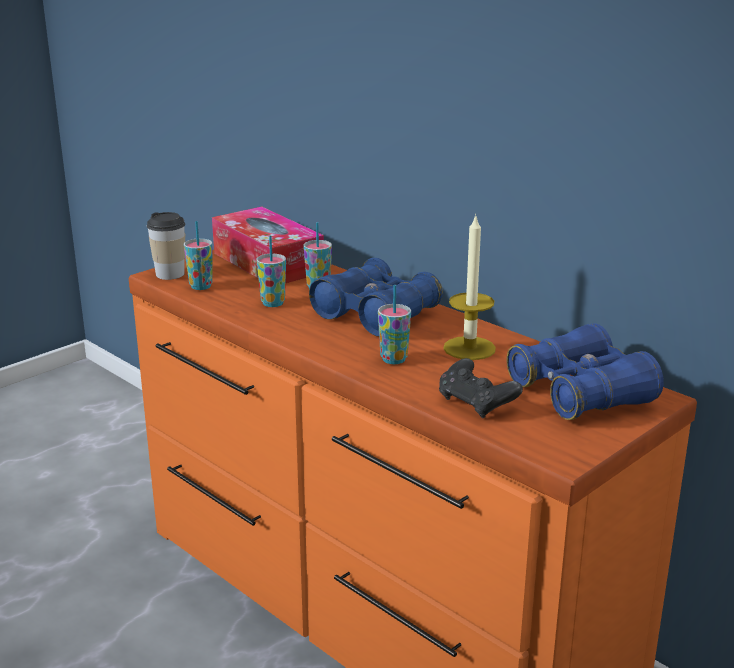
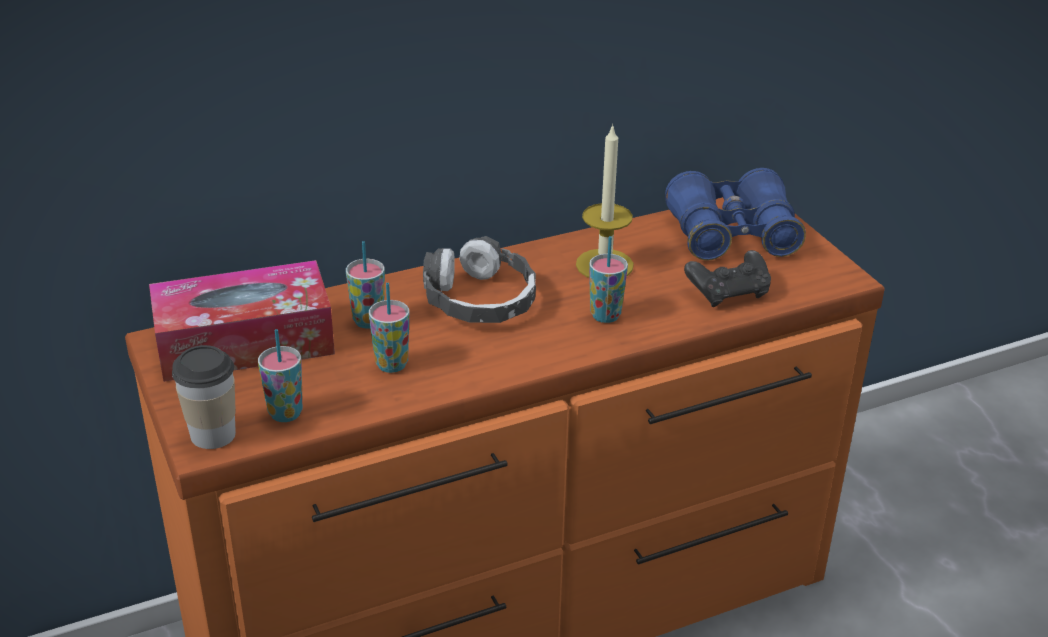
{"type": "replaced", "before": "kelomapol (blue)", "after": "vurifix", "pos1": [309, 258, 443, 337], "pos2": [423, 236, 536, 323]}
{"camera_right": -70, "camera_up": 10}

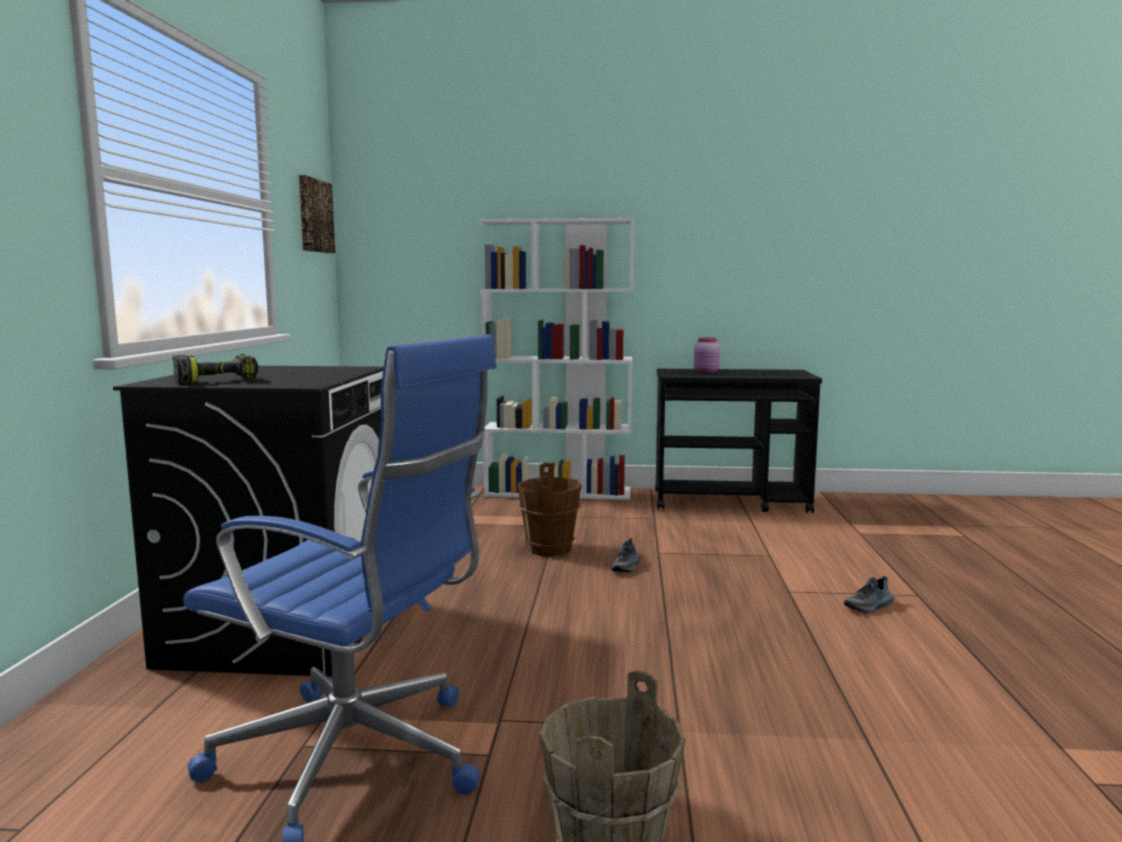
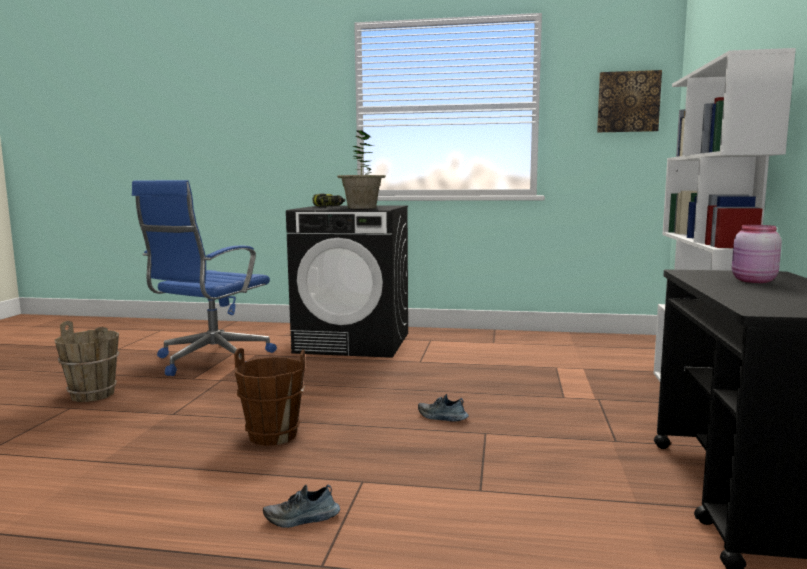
{"type": "added", "after": "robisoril", "pos2": [337, 130, 386, 209]}
{"type": "moved", "before": "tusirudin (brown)", "pos1": [517, 463, 582, 556], "pos2": [234, 348, 305, 446]}
{"type": "turned", "before": "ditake", "pos1": [844, 576, 895, 613], "pos2": [263, 485, 340, 528], "turn": -75}
{"camera_right": 95, "camera_up": 0}

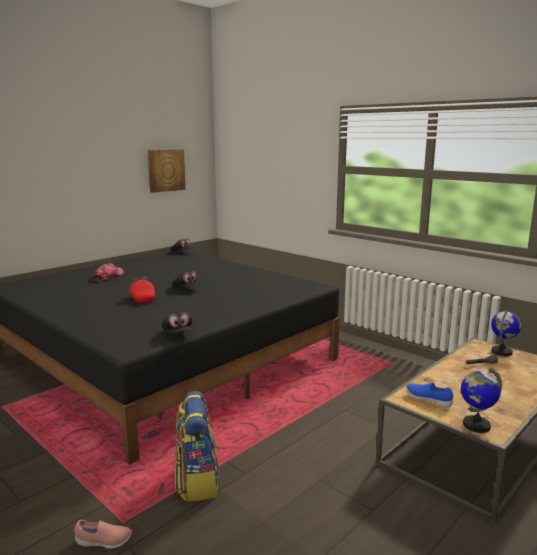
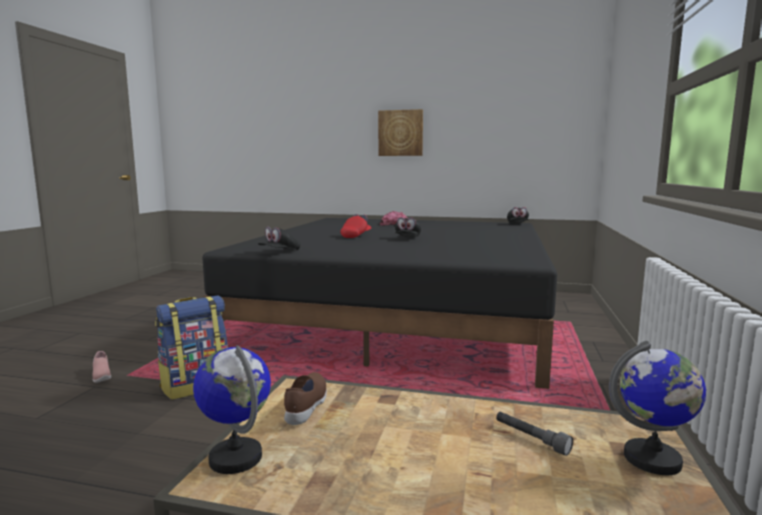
{"type": "moved", "before": "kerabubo", "pos1": [147, 149, 186, 193], "pos2": [378, 109, 423, 156]}
{"type": "recoloured", "before": "ditake (blue)", "after": "ditake (brown)", "pos1": [406, 383, 453, 407], "pos2": [284, 372, 327, 425]}
{"camera_right": 60, "camera_up": -5}

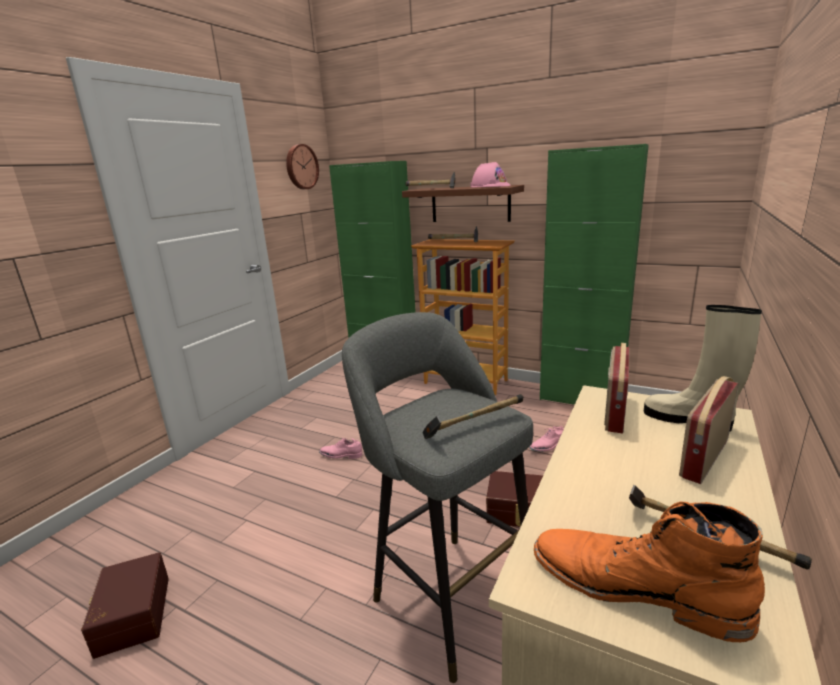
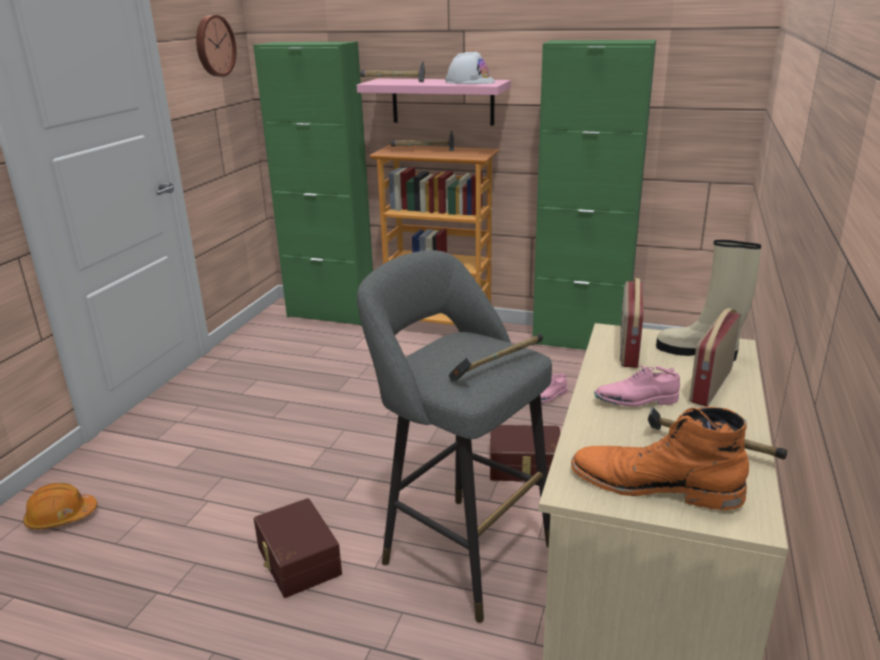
{"type": "added", "after": "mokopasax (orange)", "pos2": [23, 483, 97, 529]}
{"type": "moved", "before": "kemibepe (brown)", "pos1": [81, 552, 169, 659], "pos2": [254, 498, 342, 598]}
{"type": "moved", "before": "ditake (pink)", "pos1": [319, 438, 363, 459], "pos2": [594, 365, 680, 406]}
{"type": "recoloured", "before": "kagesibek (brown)", "after": "kagesibek (pink)", "pos1": [402, 185, 524, 222], "pos2": [357, 78, 511, 126]}
{"type": "recoloured", "before": "mokopasax (pink)", "after": "mokopasax (white)", "pos1": [470, 162, 511, 187], "pos2": [445, 52, 495, 84]}
{"camera_right": -10, "camera_up": 5}

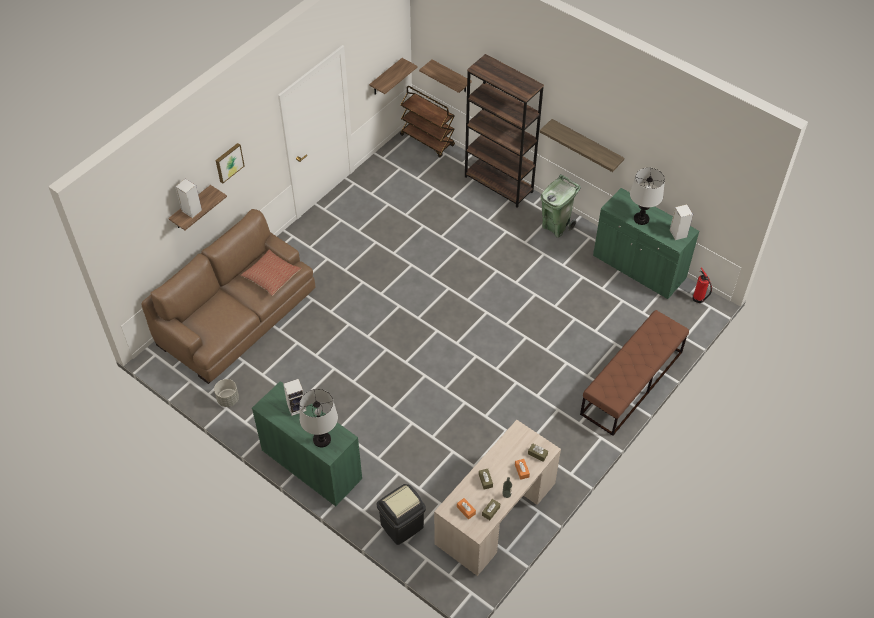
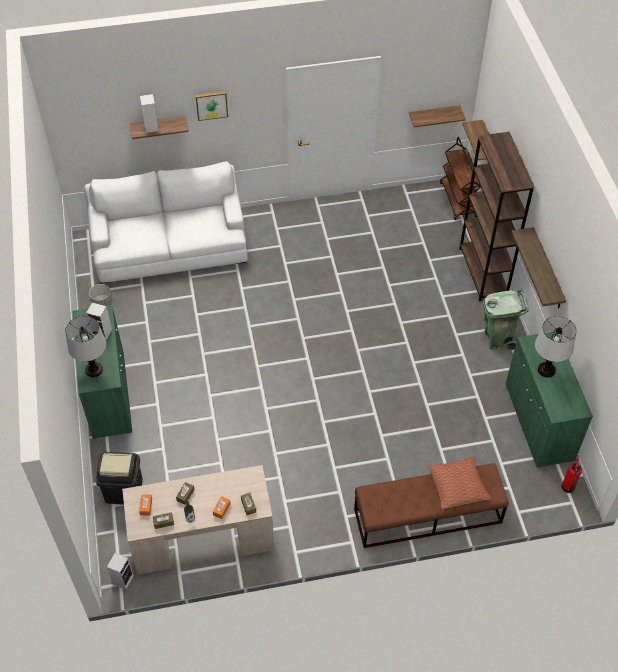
{"type": "moved", "before": "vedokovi", "pos1": [241, 249, 301, 296], "pos2": [427, 456, 491, 509]}
{"type": "moved", "before": "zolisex", "pos1": [670, 204, 693, 240], "pos2": [107, 553, 134, 589]}
{"type": "recoloured", "before": "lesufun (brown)", "after": "lesufun (white)", "pos1": [142, 209, 315, 384], "pos2": [84, 161, 248, 284]}
{"camera_right": 40, "camera_up": 0}

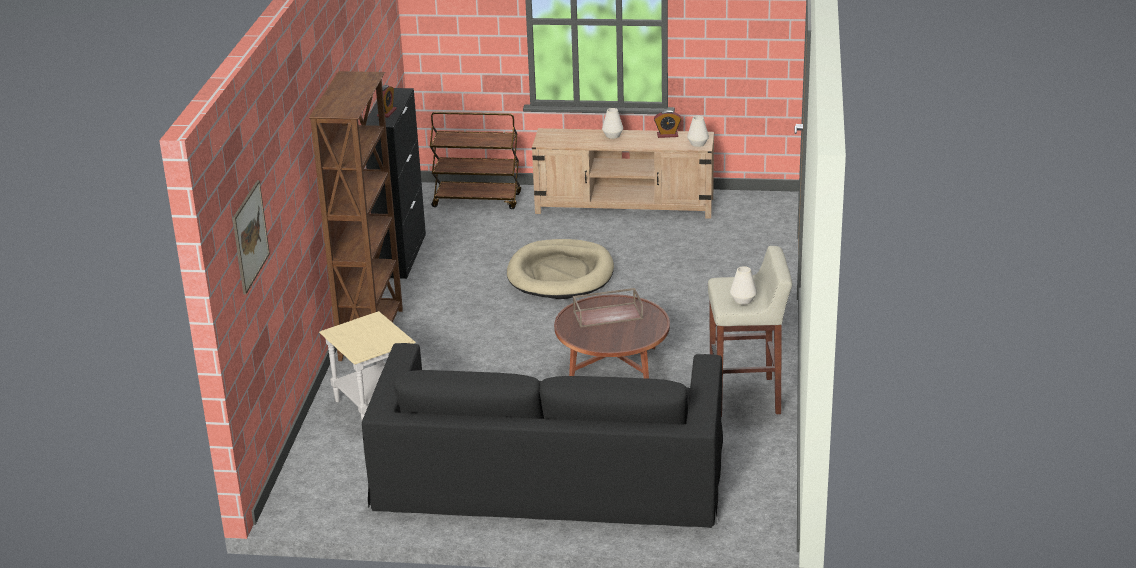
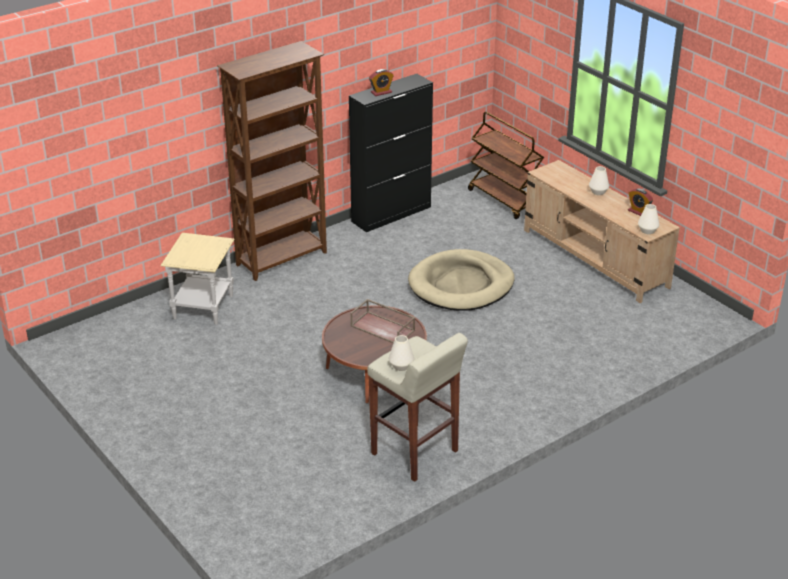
{"type": "removed", "before": "kerabubo", "pos1": [232, 180, 270, 294]}
{"type": "removed", "before": "lesufun (black)", "pos1": [362, 343, 723, 528]}
{"camera_right": 45, "camera_up": 5}

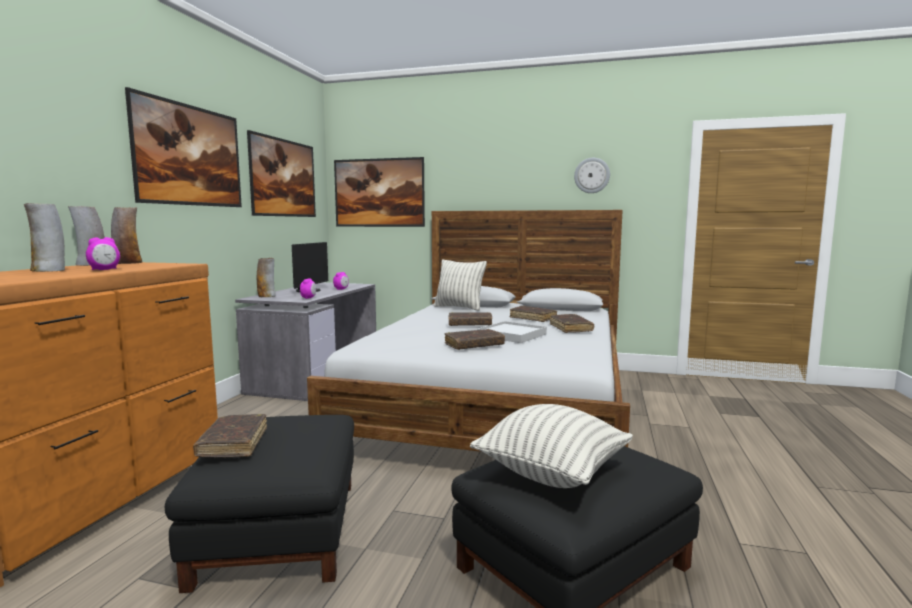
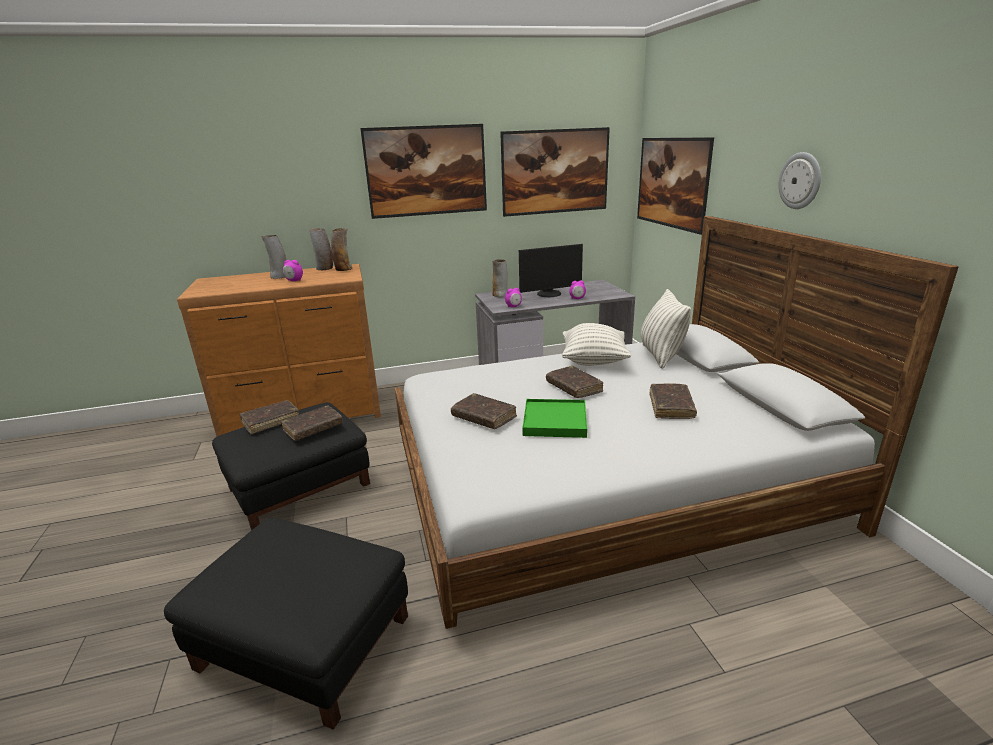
{"type": "moved", "before": "vedokovi", "pos1": [470, 404, 633, 488], "pos2": [562, 323, 631, 366]}
{"type": "moved", "before": "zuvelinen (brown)", "pos1": [550, 314, 594, 333], "pos2": [281, 405, 343, 441]}
{"type": "moved", "before": "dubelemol", "pos1": [574, 158, 610, 193], "pos2": [778, 152, 821, 209]}
{"type": "recoloured", "before": "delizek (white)", "after": "delizek (green)", "pos1": [477, 321, 547, 343], "pos2": [522, 399, 587, 438]}
{"camera_right": 60, "camera_up": 15}

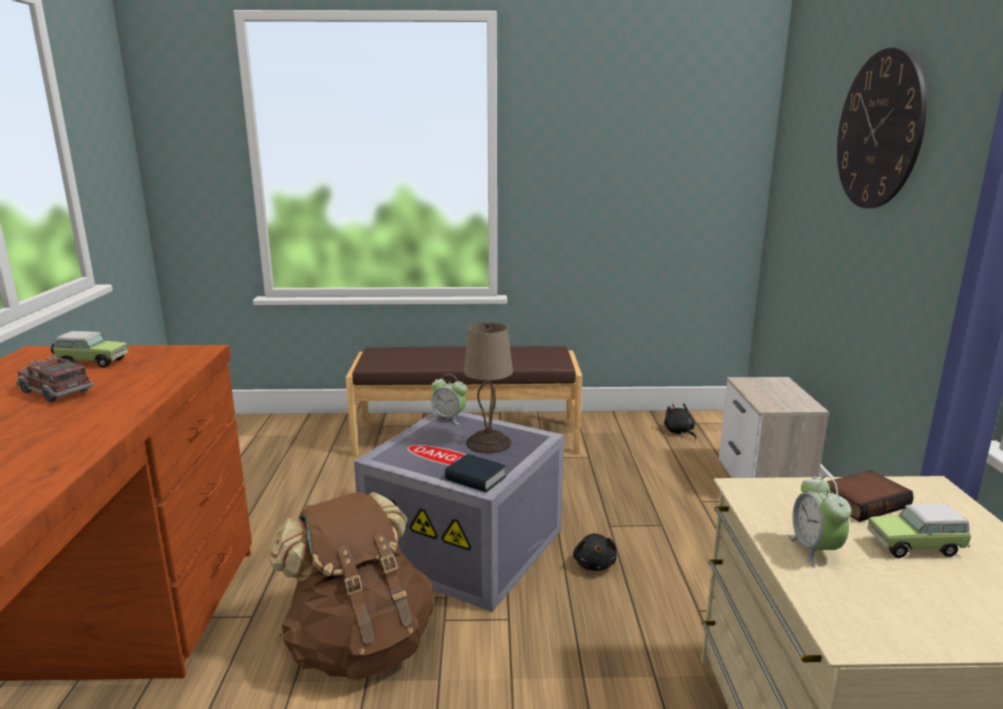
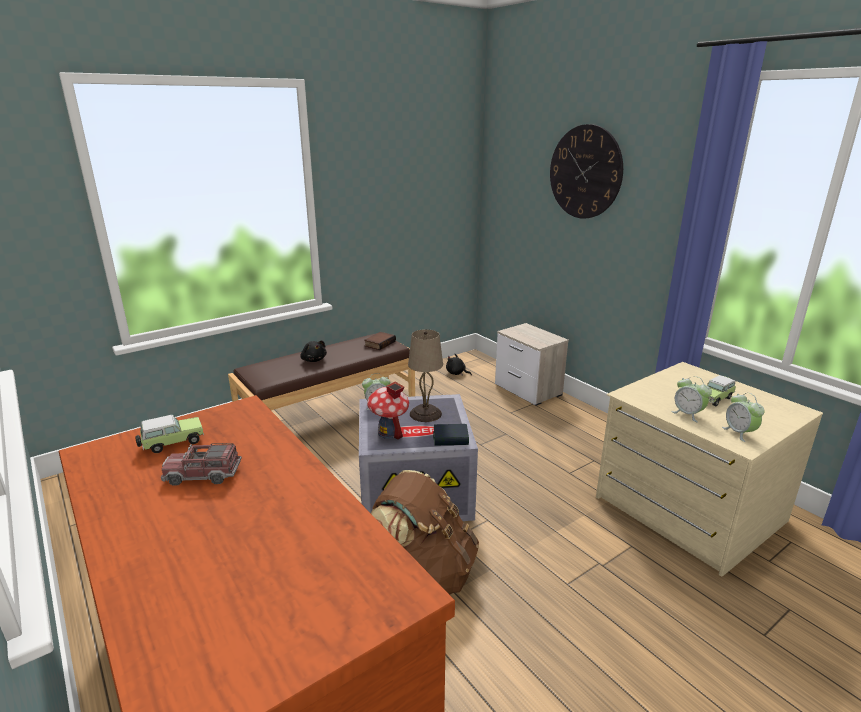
{"type": "added", "after": "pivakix", "pos2": [367, 381, 409, 439]}
{"type": "added", "after": "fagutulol", "pos2": [722, 393, 765, 442]}
{"type": "moved", "before": "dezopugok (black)", "pos1": [573, 533, 617, 571], "pos2": [300, 340, 327, 362]}
{"type": "moved", "before": "zuvelinen", "pos1": [827, 470, 914, 522], "pos2": [364, 332, 396, 350]}
{"camera_right": -35, "camera_up": 5}

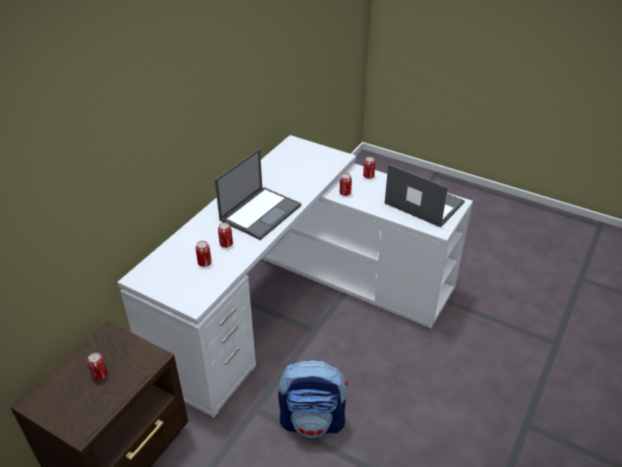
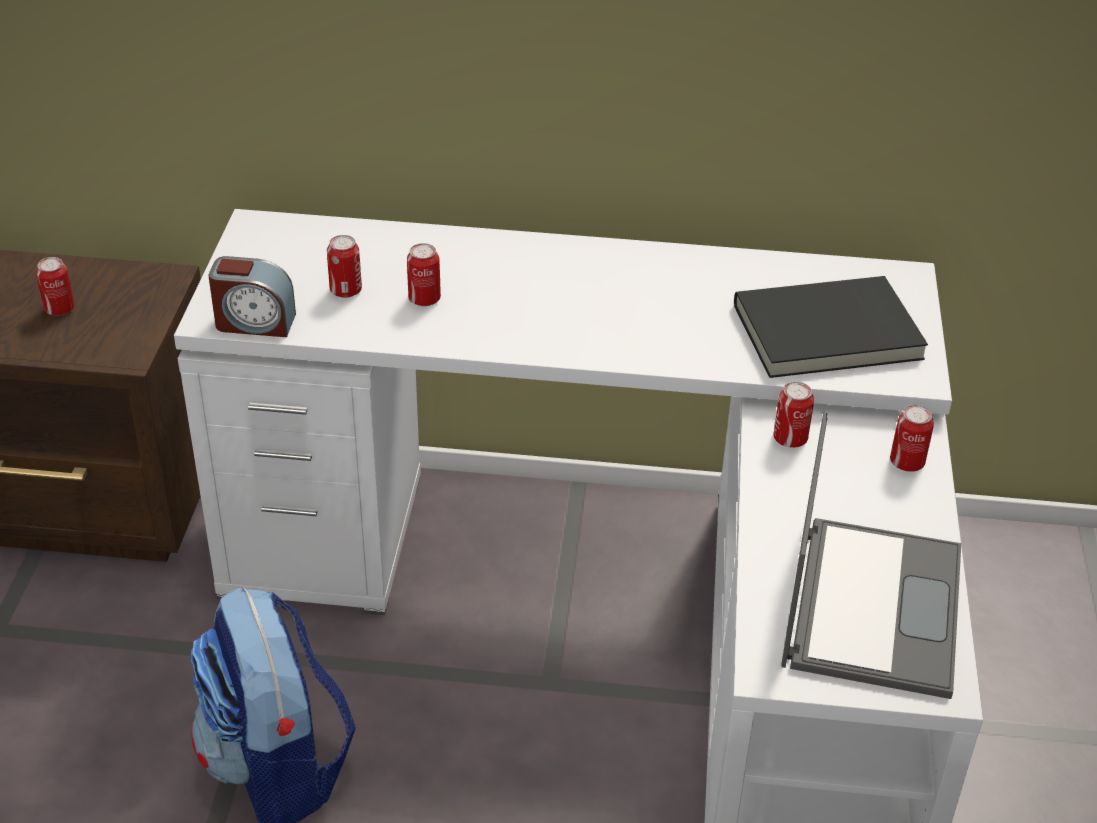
{"type": "removed", "before": "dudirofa", "pos1": [215, 149, 301, 240]}
{"type": "added", "after": "fagutulol", "pos2": [208, 256, 296, 337]}
{"type": "added", "after": "zuvelinen (black)", "pos2": [734, 276, 928, 378]}
{"camera_right": 65, "camera_up": 0}

